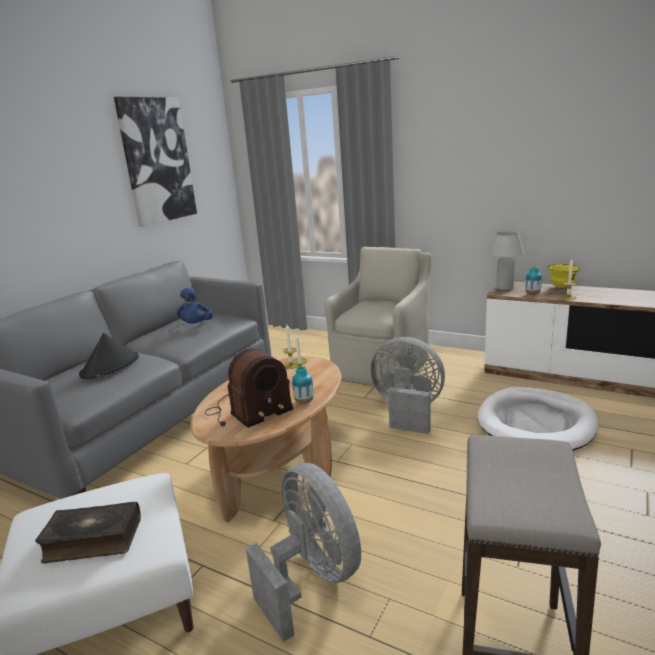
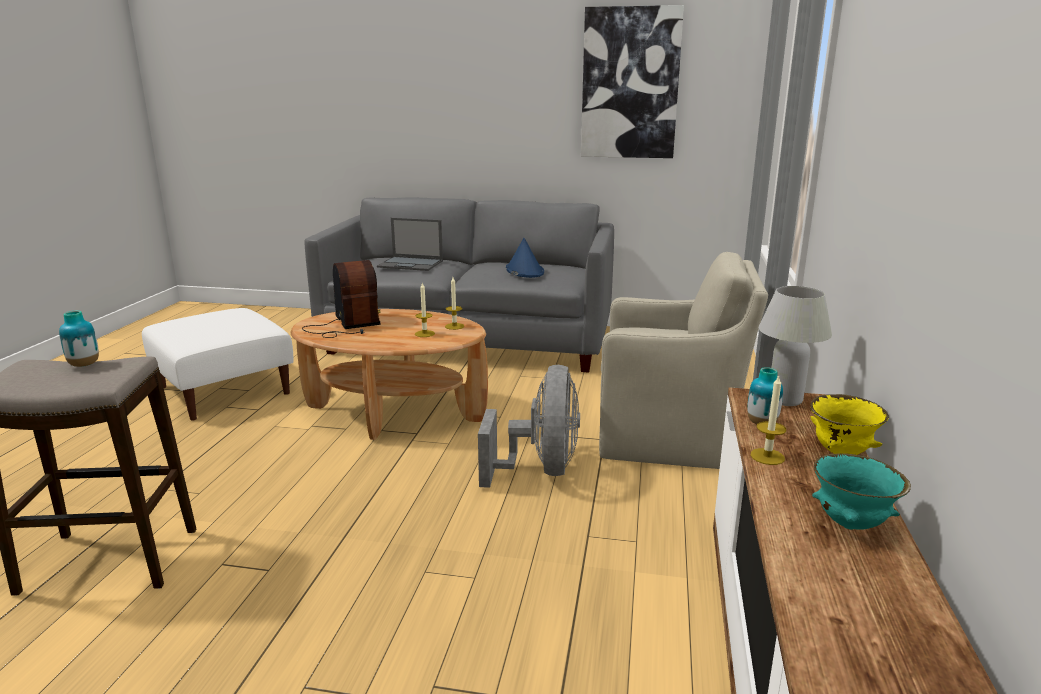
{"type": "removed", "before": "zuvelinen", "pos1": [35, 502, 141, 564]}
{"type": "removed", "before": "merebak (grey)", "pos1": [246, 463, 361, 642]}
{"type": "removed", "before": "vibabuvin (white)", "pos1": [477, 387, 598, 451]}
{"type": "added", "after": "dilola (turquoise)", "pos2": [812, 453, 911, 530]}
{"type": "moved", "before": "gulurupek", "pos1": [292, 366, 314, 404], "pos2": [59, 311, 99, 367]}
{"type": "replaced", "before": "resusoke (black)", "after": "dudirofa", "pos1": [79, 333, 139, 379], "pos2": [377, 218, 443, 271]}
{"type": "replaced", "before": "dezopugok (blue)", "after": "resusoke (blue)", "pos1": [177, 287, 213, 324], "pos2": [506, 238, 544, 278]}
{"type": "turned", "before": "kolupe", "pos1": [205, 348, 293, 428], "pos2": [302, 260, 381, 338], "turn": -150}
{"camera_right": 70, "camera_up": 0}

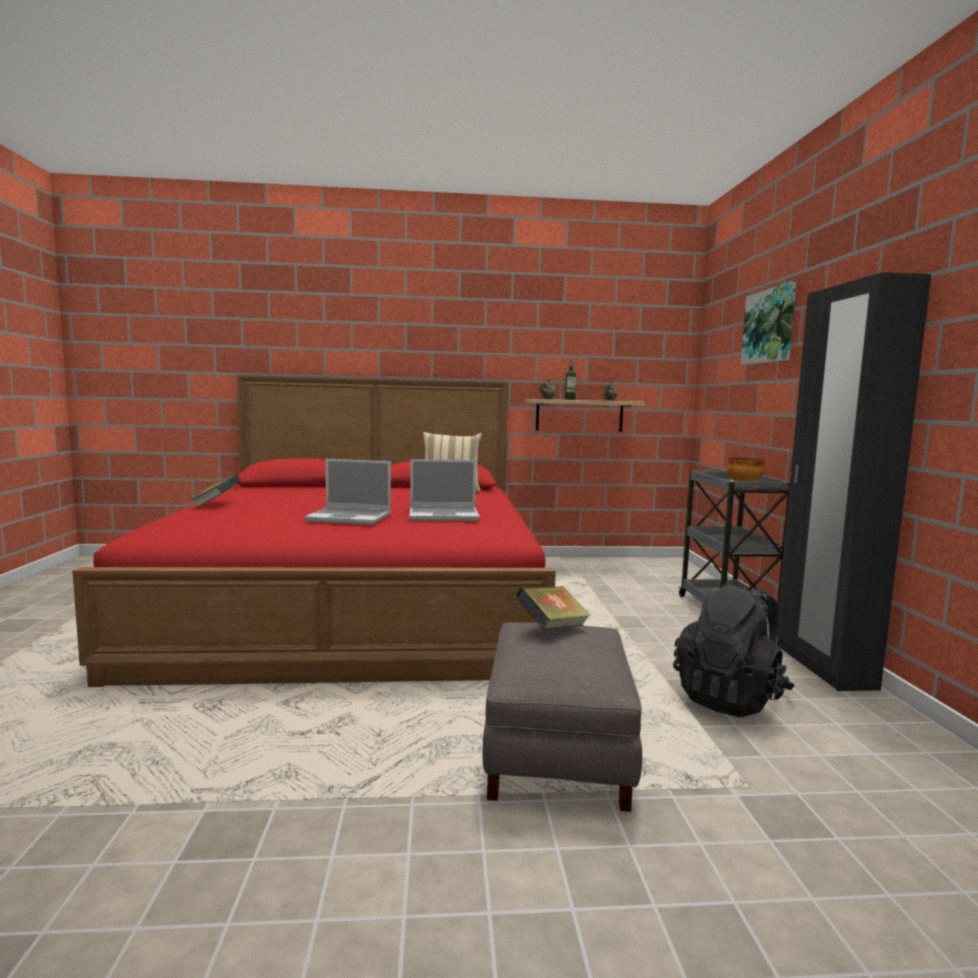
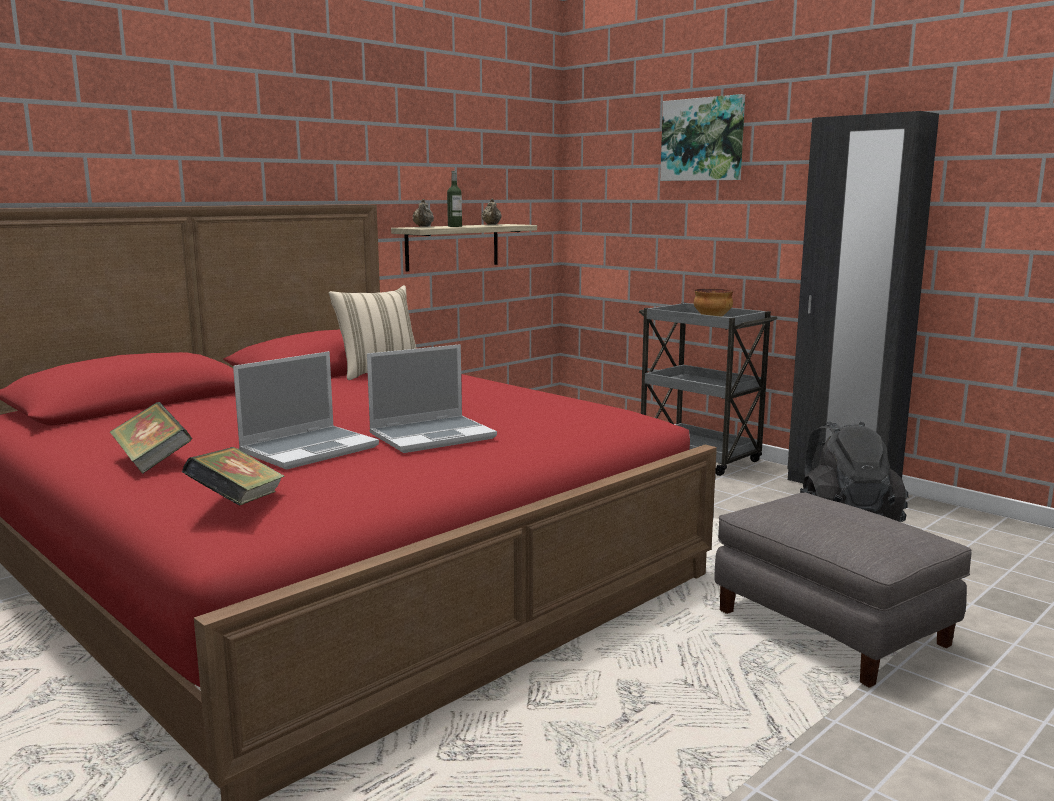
{"type": "moved", "before": "dudirofa", "pos1": [410, 459, 480, 521], "pos2": [233, 351, 379, 470]}
{"type": "moved", "before": "zuvelinen", "pos1": [516, 586, 591, 629], "pos2": [182, 447, 284, 506]}
{"camera_right": -40, "camera_up": 5}

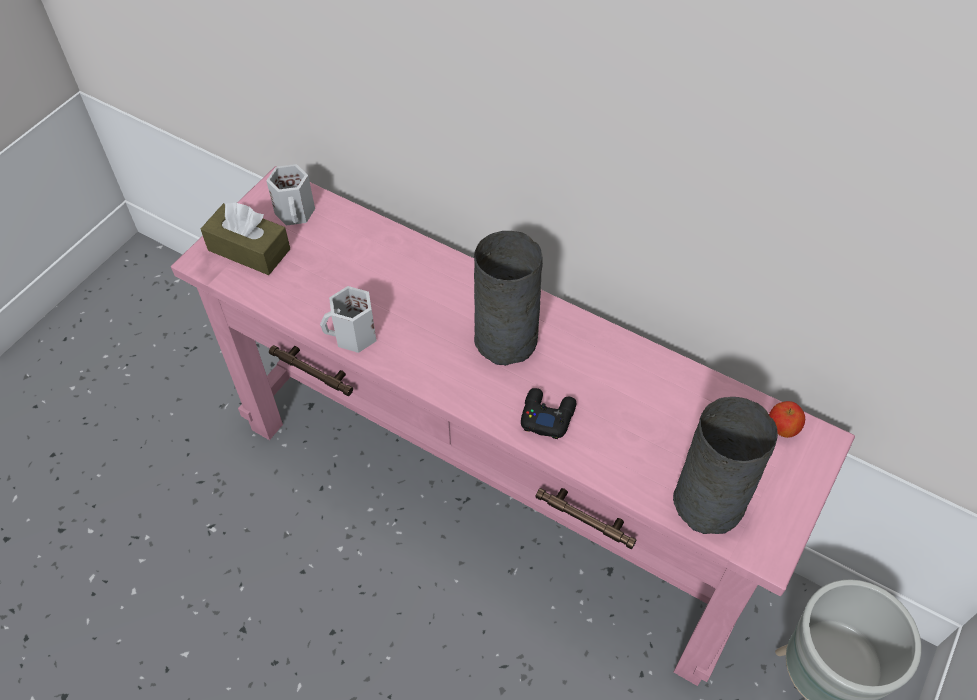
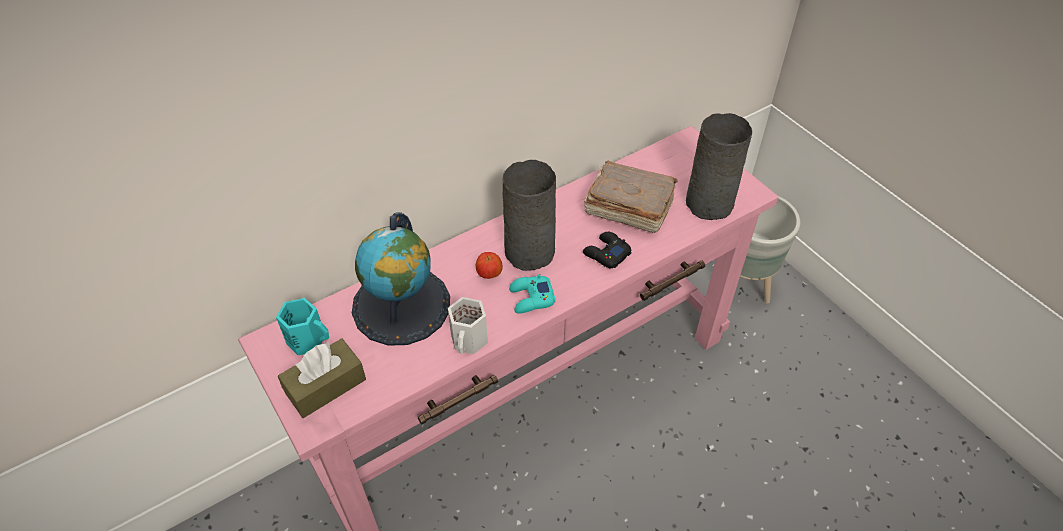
{"type": "added", "after": "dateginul", "pos2": [352, 212, 450, 346]}
{"type": "added", "after": "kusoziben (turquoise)", "pos2": [509, 274, 556, 314]}
{"type": "added", "after": "zuvelinen (brown)", "pos2": [584, 161, 677, 233]}
{"type": "moved", "before": "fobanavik", "pos1": [769, 401, 805, 438], "pos2": [476, 252, 503, 279]}
{"type": "recoloured", "before": "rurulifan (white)", "after": "rurulifan (turquoise)", "pos1": [266, 164, 315, 226], "pos2": [276, 298, 329, 355]}
{"camera_right": -65, "camera_up": -5}

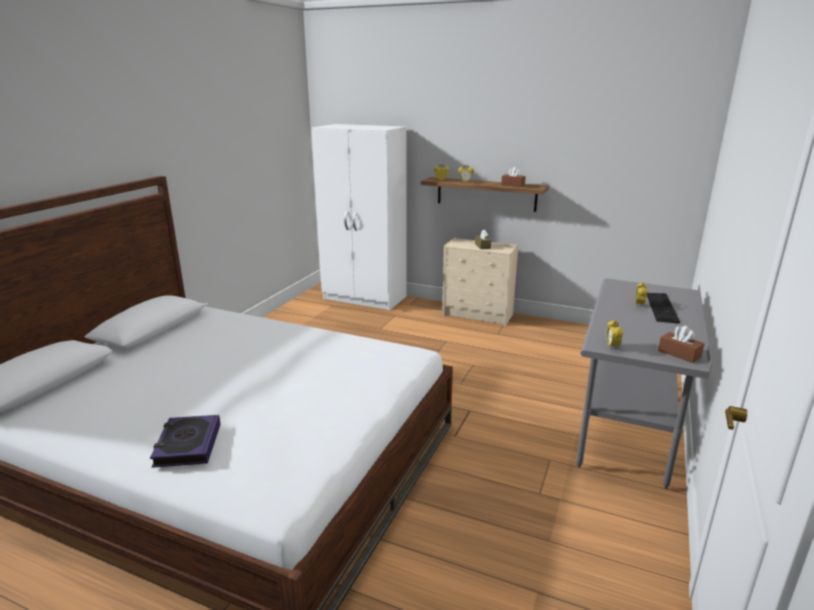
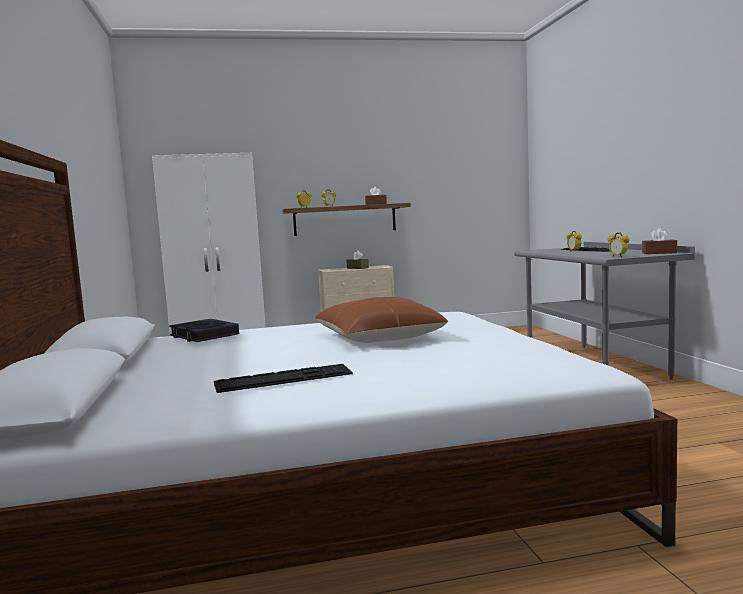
{"type": "added", "after": "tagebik", "pos2": [214, 364, 353, 393]}
{"type": "added", "after": "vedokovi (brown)", "pos2": [315, 297, 448, 343]}
{"type": "moved", "before": "zuvelinen", "pos1": [150, 415, 220, 468], "pos2": [169, 319, 239, 342]}
{"camera_right": -35, "camera_up": -15}

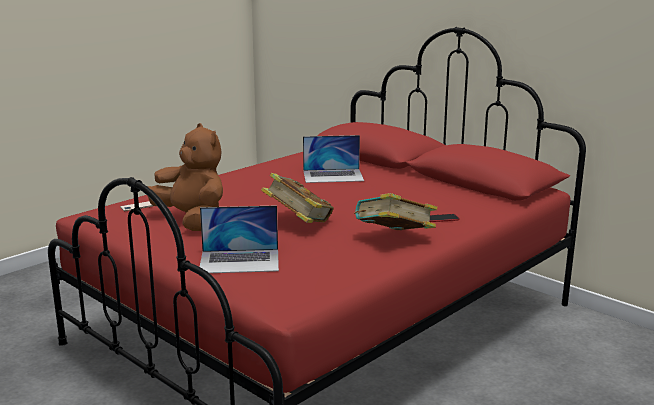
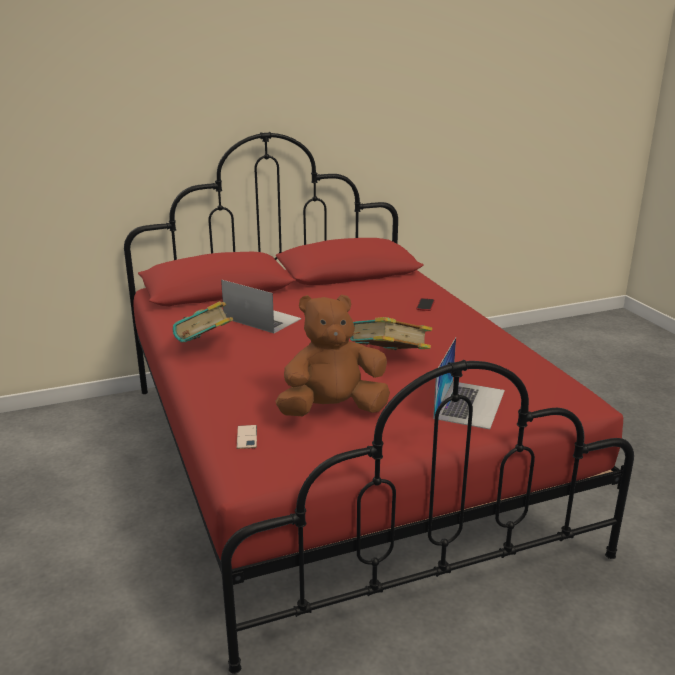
{"type": "moved", "before": "zuvelinen", "pos1": [354, 193, 437, 230], "pos2": [173, 301, 233, 342]}
{"type": "turned", "before": "dudirofa", "pos1": [303, 135, 364, 183], "pos2": [221, 280, 302, 333], "turn": -75}
{"camera_right": -65, "camera_up": 5}

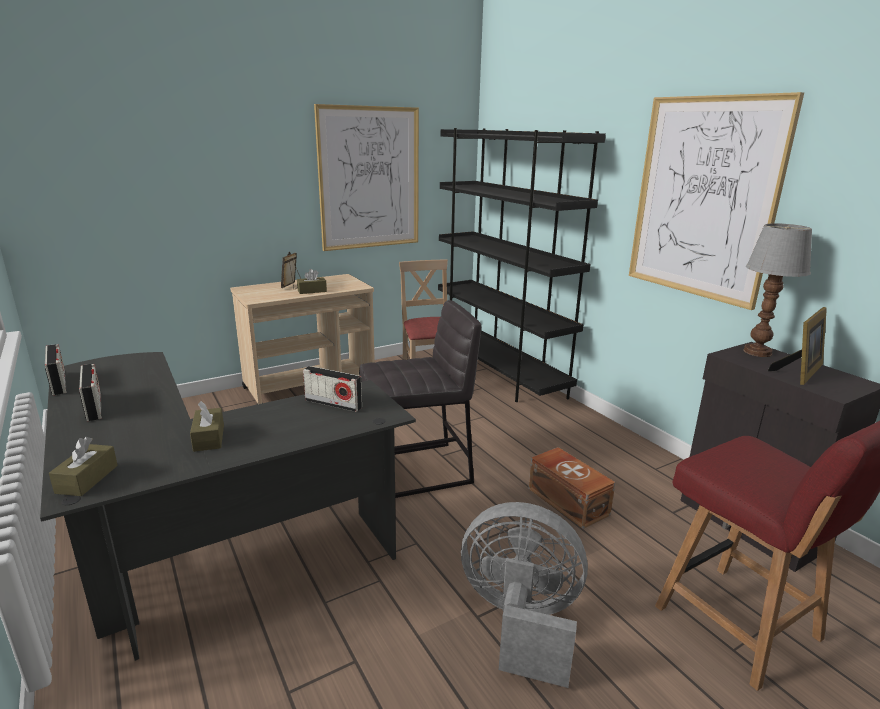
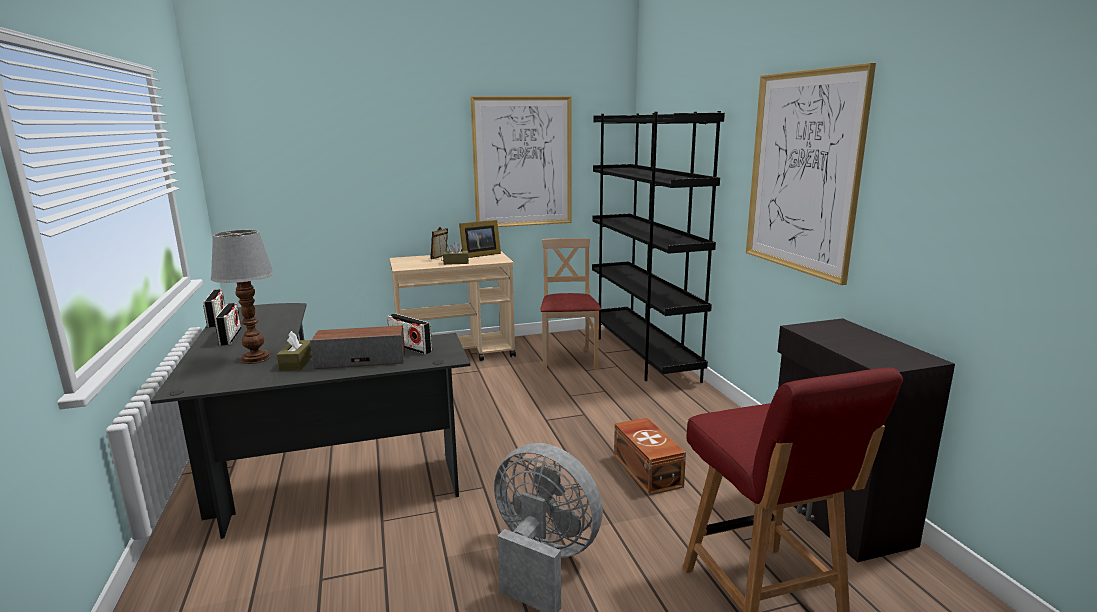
{"type": "removed", "before": "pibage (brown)", "pos1": [49, 437, 118, 496]}
{"type": "removed", "before": "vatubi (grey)", "pos1": [359, 300, 481, 498]}
{"type": "added", "after": "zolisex", "pos2": [310, 325, 405, 369]}
{"type": "moved", "before": "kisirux", "pos1": [743, 223, 812, 357], "pos2": [211, 230, 274, 364]}
{"type": "moved", "before": "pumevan", "pos1": [768, 307, 827, 385], "pos2": [459, 220, 501, 258]}
{"camera_right": 15, "camera_up": -5}

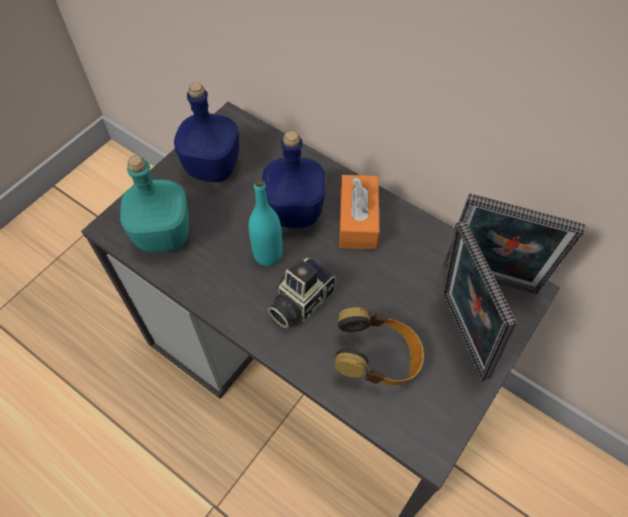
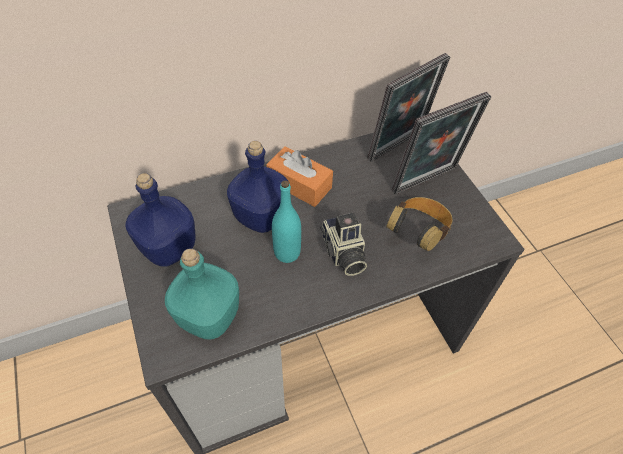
{"type": "turned", "before": "pumevan", "pos1": [442, 220, 517, 381], "pos2": [392, 92, 491, 195], "turn": -45}
{"camera_right": -60, "camera_up": -5}

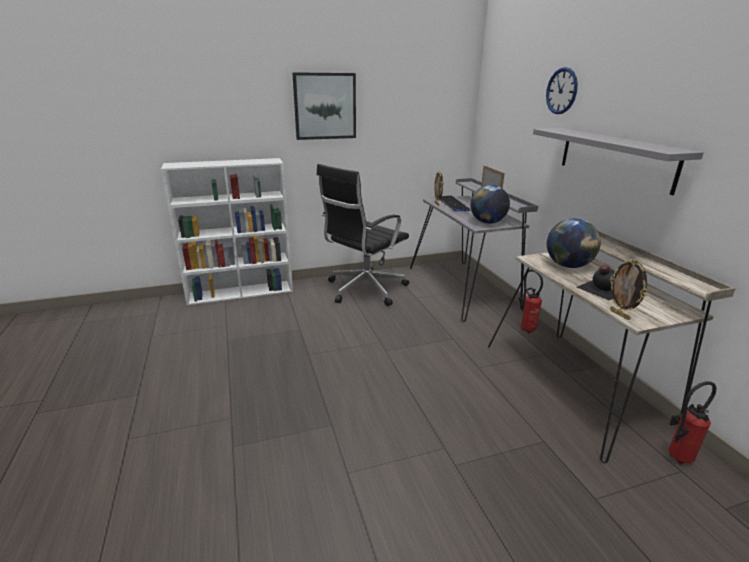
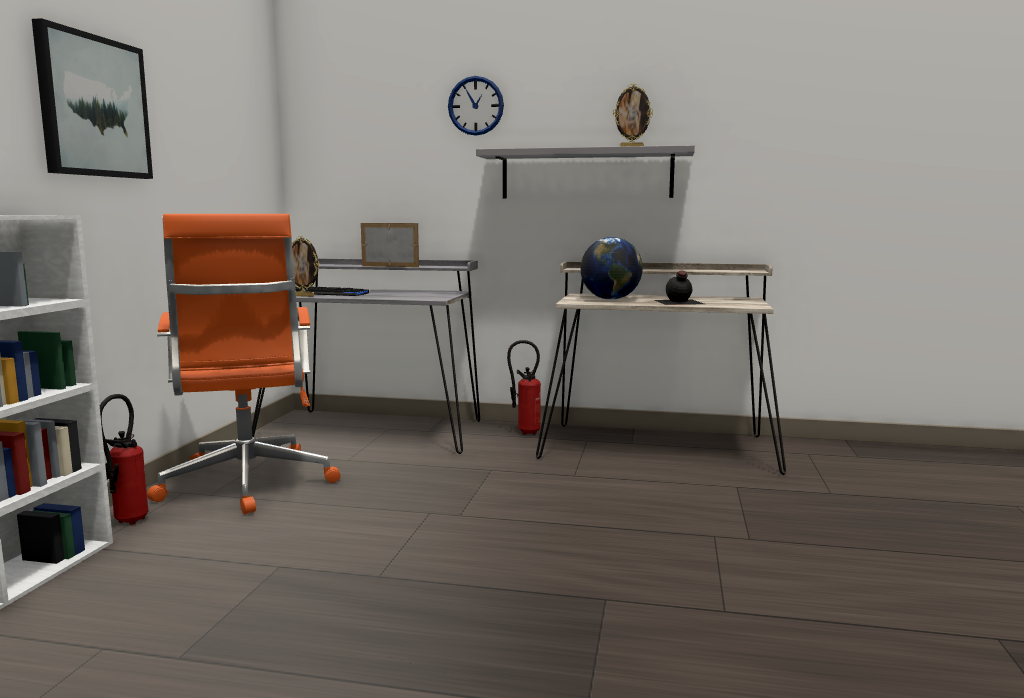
{"type": "removed", "before": "dateginul", "pos1": [470, 185, 510, 224]}
{"type": "moved", "before": "pumevan", "pos1": [610, 259, 647, 320], "pos2": [613, 84, 653, 146]}
{"type": "moved", "before": "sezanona", "pos1": [669, 381, 716, 464], "pos2": [100, 394, 149, 525]}
{"type": "recoloured", "before": "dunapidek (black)", "after": "dunapidek (orange)", "pos1": [317, 164, 409, 306], "pos2": [147, 214, 341, 514]}
{"camera_right": -60, "camera_up": -15}

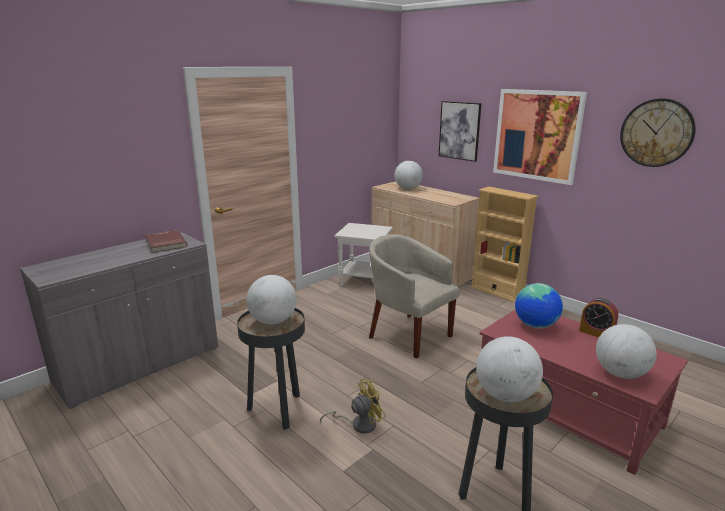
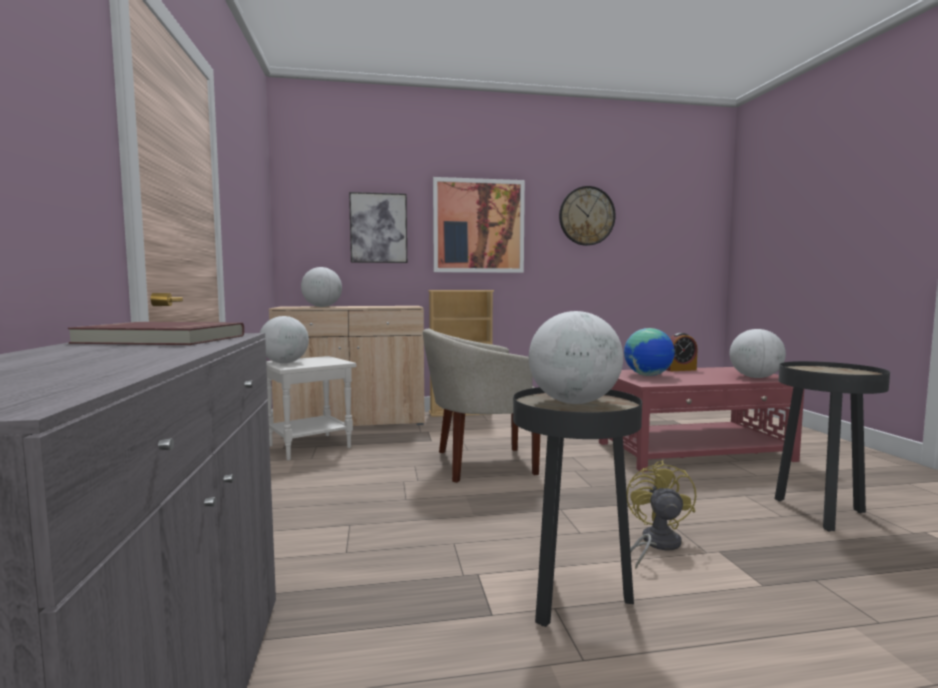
{"type": "moved", "before": "dateginul", "pos1": [476, 336, 543, 402], "pos2": [260, 316, 309, 363]}
{"camera_right": -55, "camera_up": -15}

